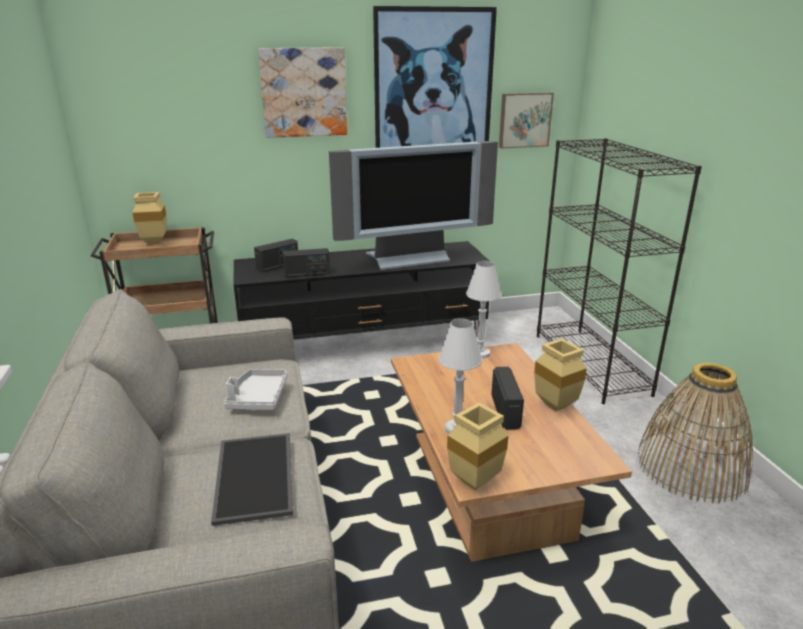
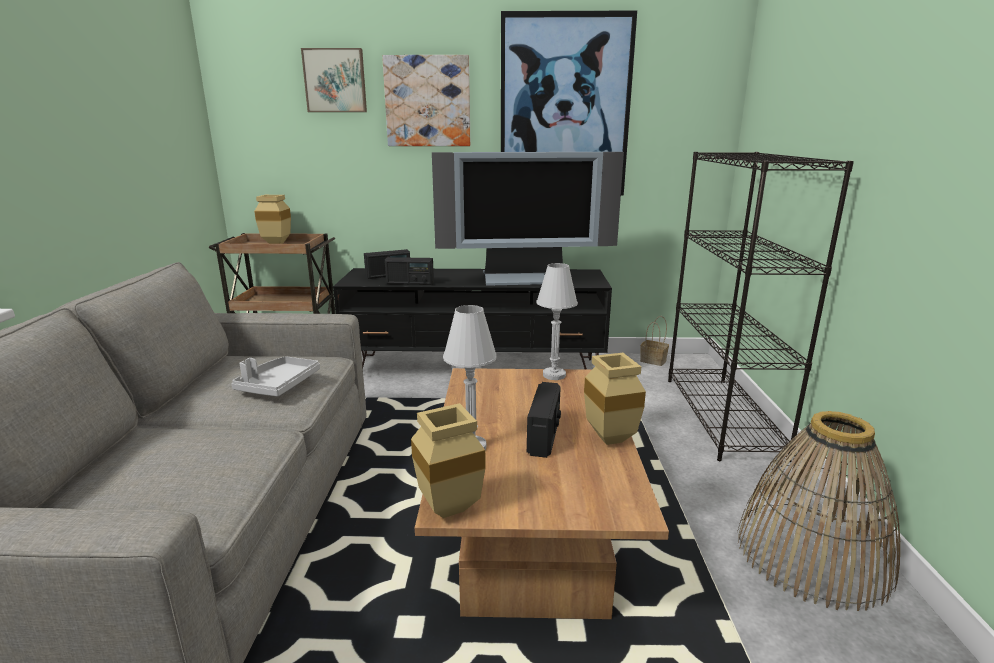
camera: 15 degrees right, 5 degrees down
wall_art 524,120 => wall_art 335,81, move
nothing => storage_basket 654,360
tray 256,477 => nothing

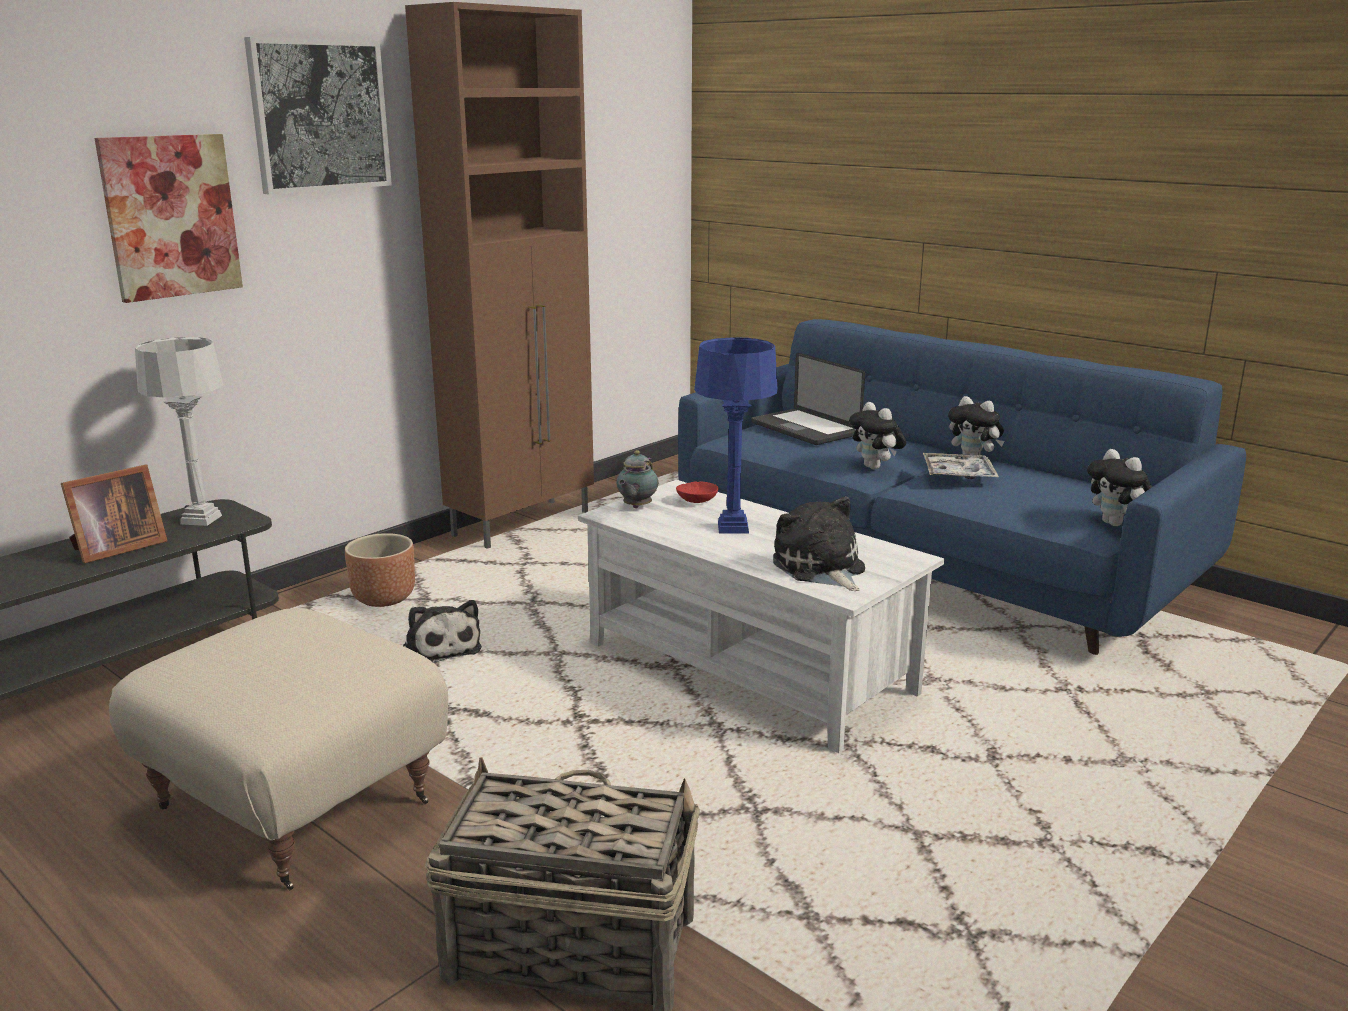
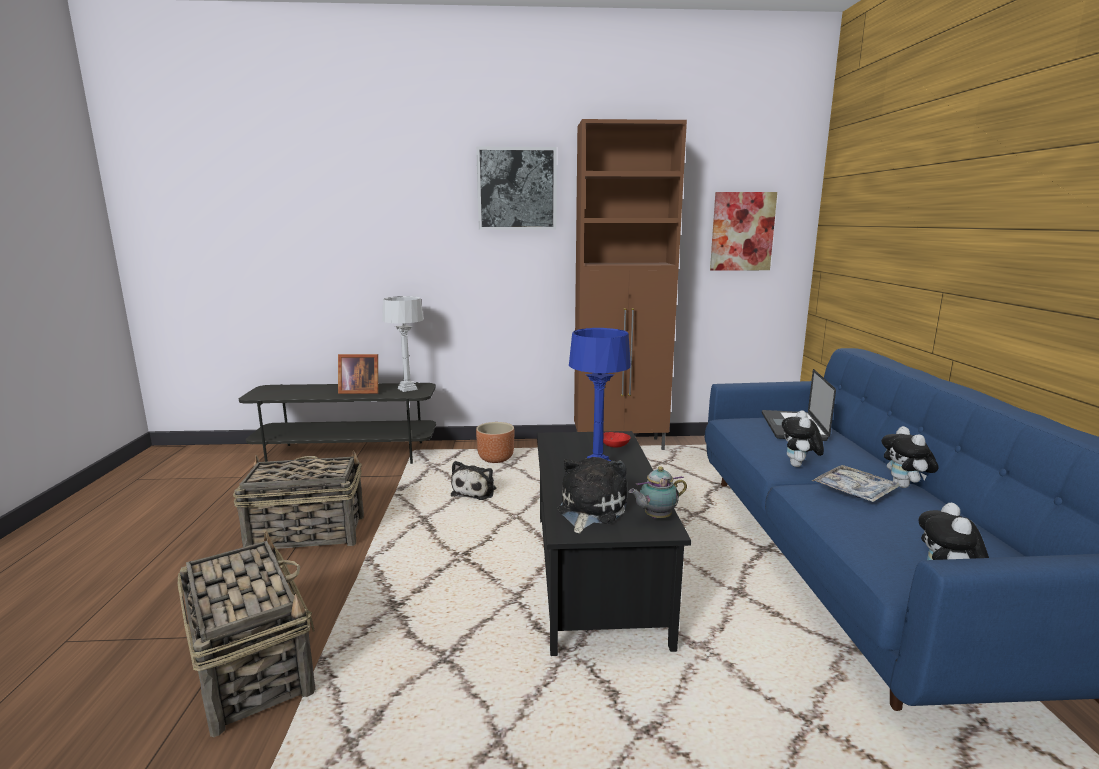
camera: 45 degrees right, 5 degrees down
sand-coloured_ottoman 295,805 => storage_basket 306,534
whitish_coffee_table 750,669 => black-coloured_coffee_table 597,575
tea_pot 636,507 => tea_pot 655,517, move
wall_art 171,216 => wall_art 742,231, move

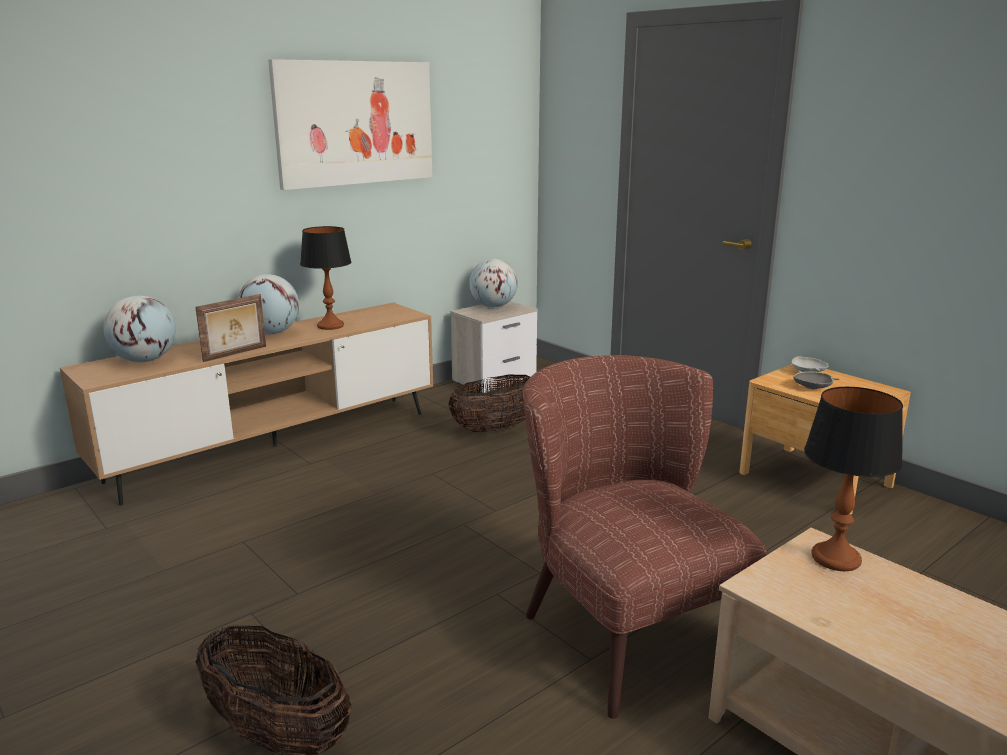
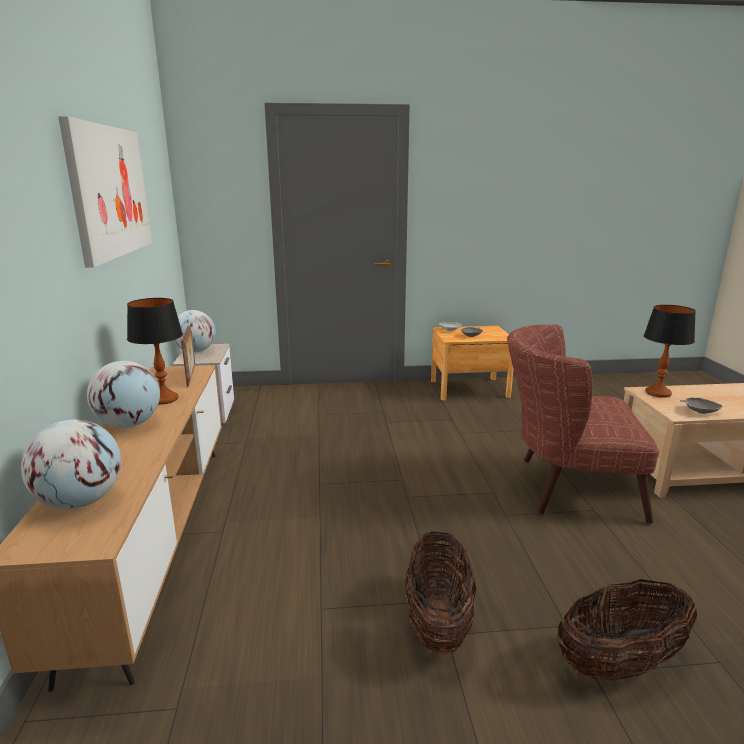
camera: 55 degrees left, 0 degrees up
standing_frame 236,354 => standing_frame 191,376, move
storage_basket 496,428 => storage_basket 438,622, move
nothing => grey_deep_dish 699,411

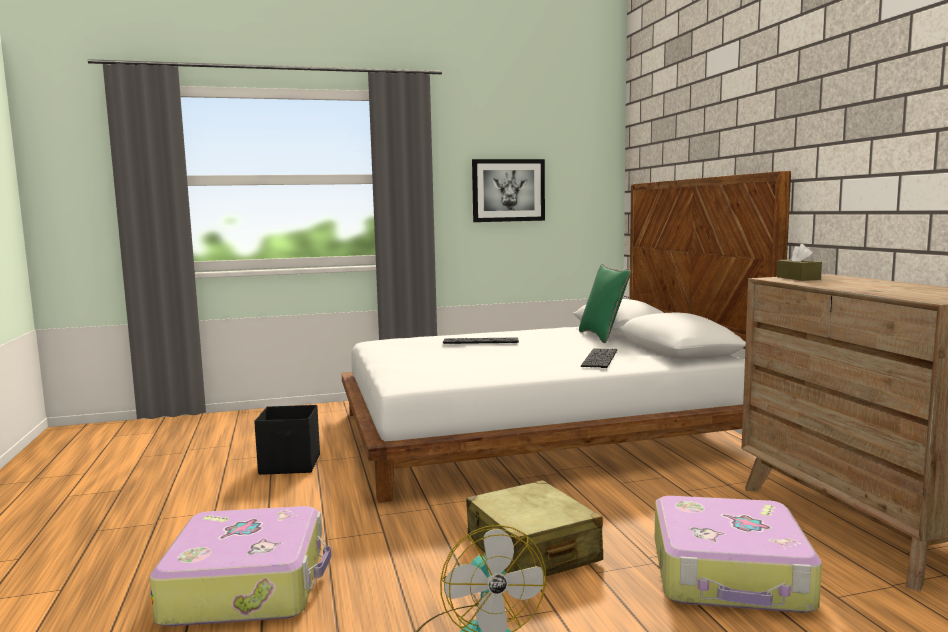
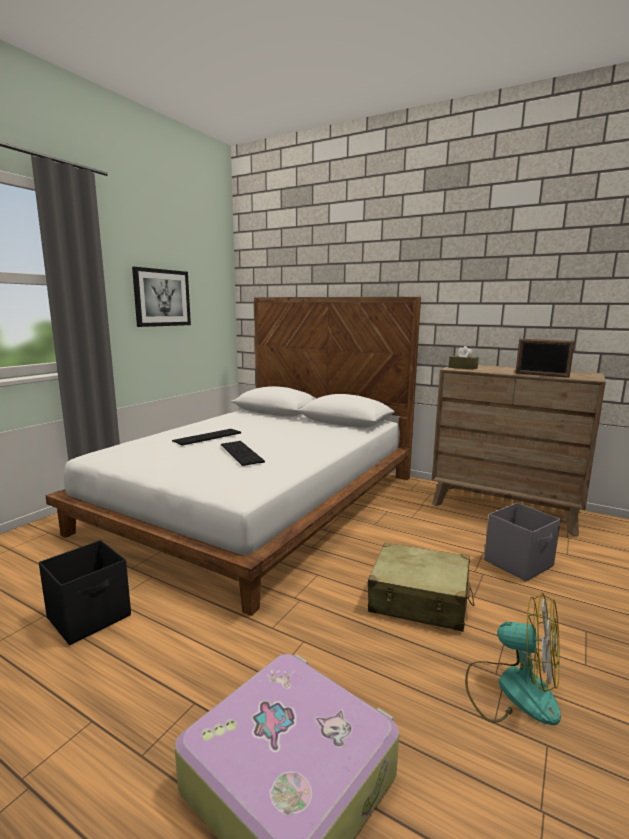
camera: 45 degrees left, 5 degrees up
keyboard 601,358 => keyboard 243,453, move
piece_of_luggage 730,574 => grey_storage_bin 519,563
nothing => standing_frame 541,375
greenish_cushion 603,336 => nothing

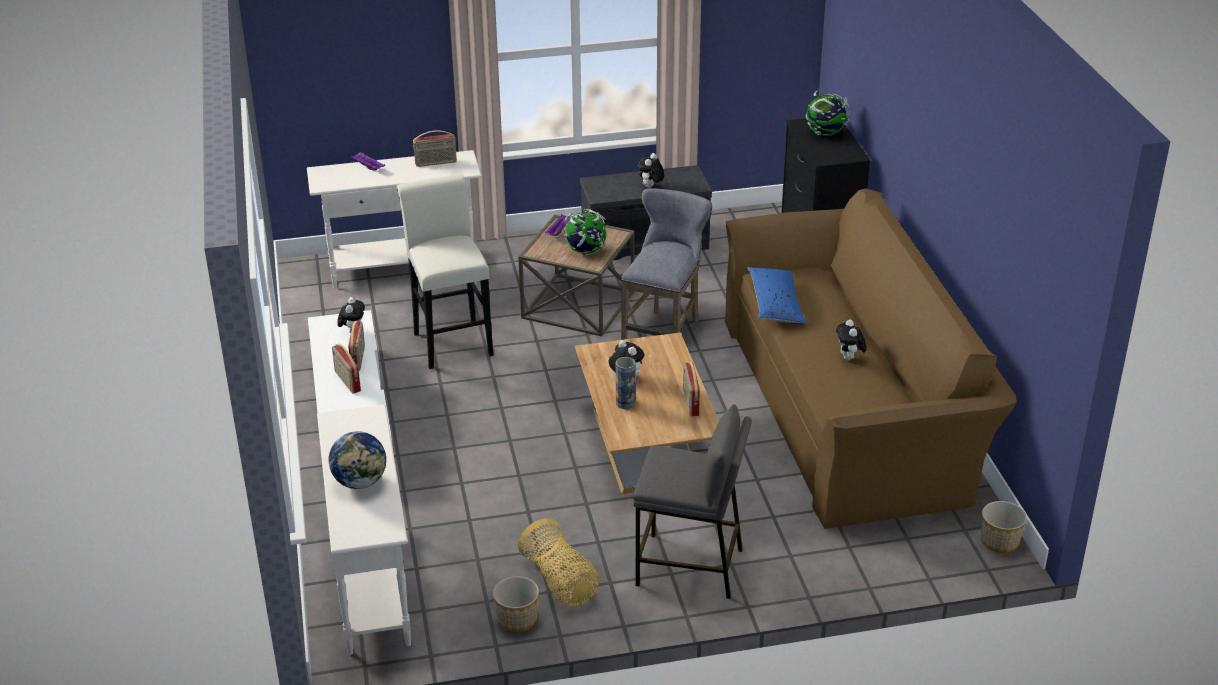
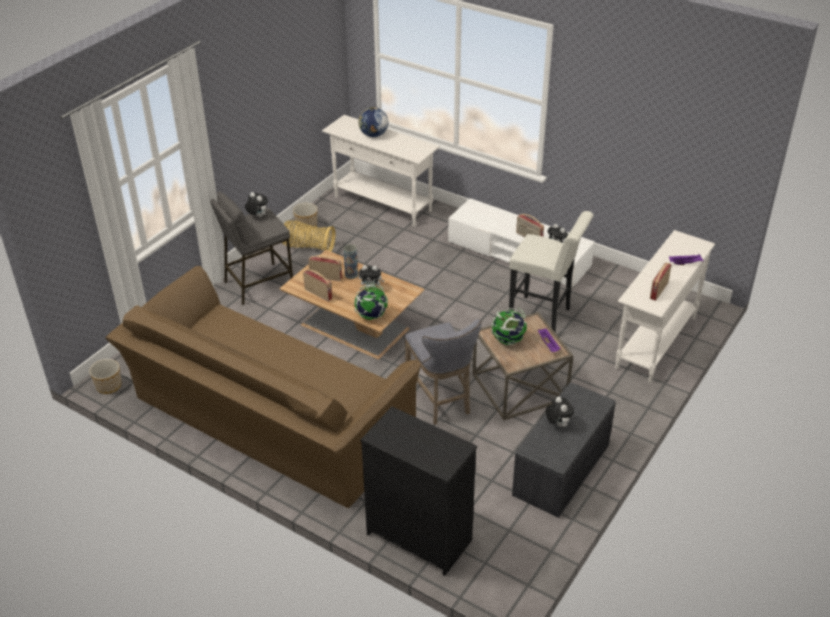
camera: 135 degrees right, 5 degrees up
soft_toy 849,358 => soft_toy 257,216, move
radio_set 347,381 => radio_set 326,277, move
desk_globe 825,134 => desk_globe 371,316, move
blue-coloured_cushion 775,304 => nothing

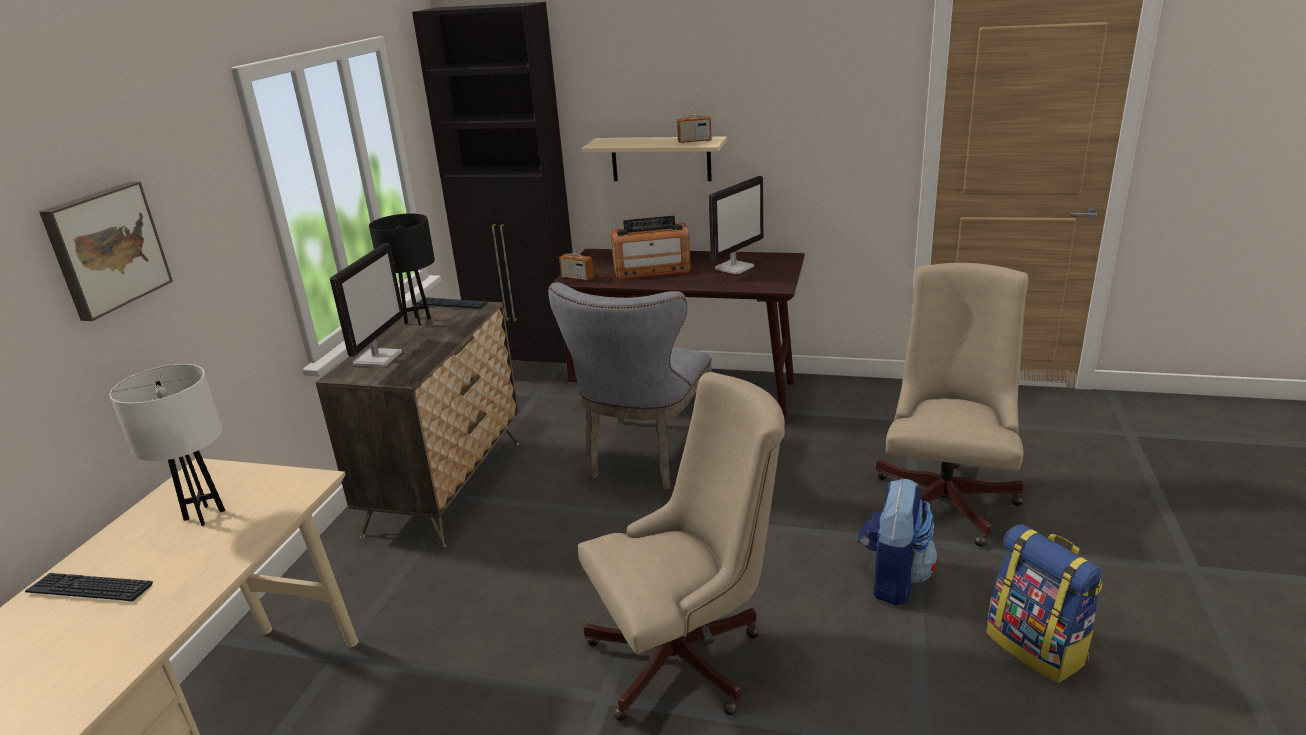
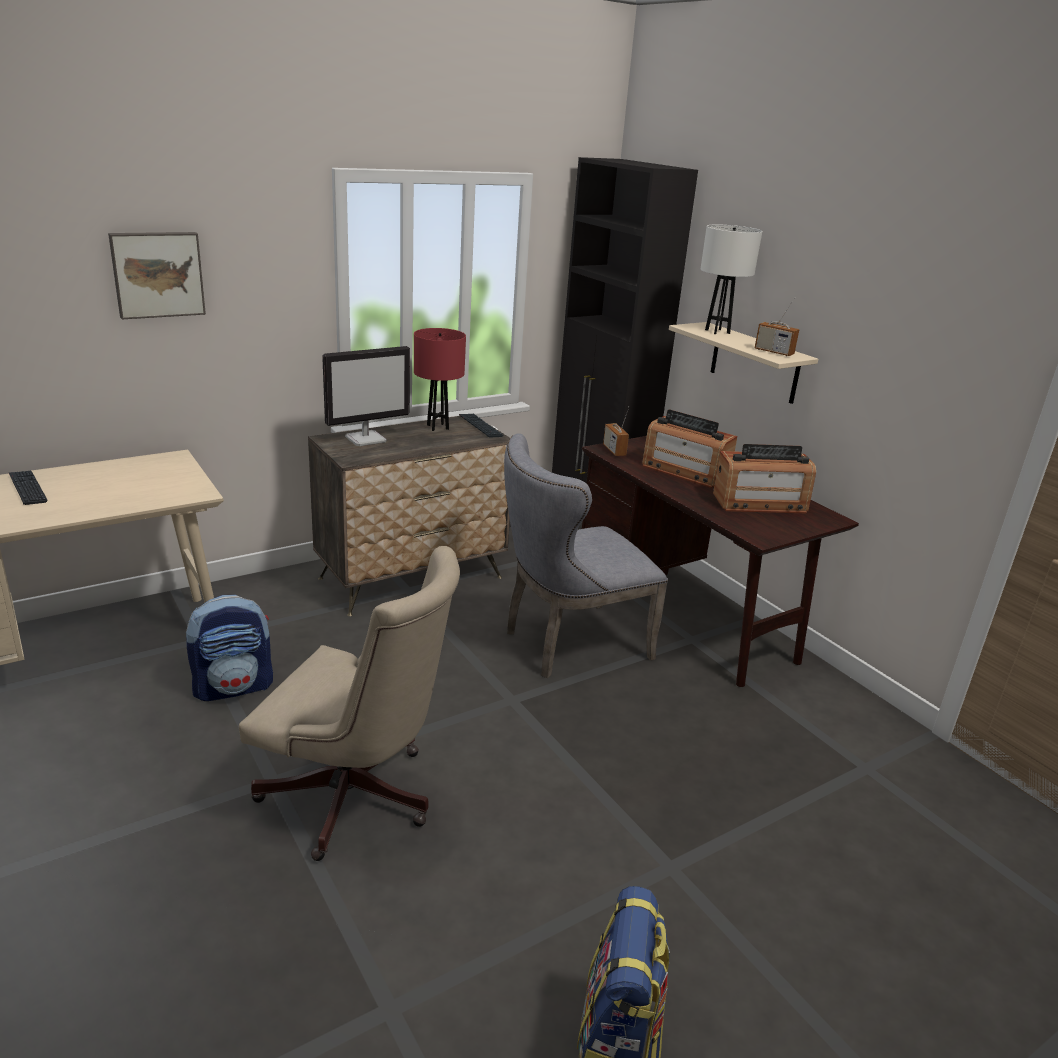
camera: 40 degrees right, 0 degrees up
knapsack 893,578 => knapsack 234,687, move
black-coloured_table_lamp 418,321 => red_table_lamp 438,427
whitish_table_lamp 204,515 => whitish_table_lamp 717,331, move
computer_display 734,267 => radio_set 759,503
sand-coloured_computer_chair 947,497 => nothing

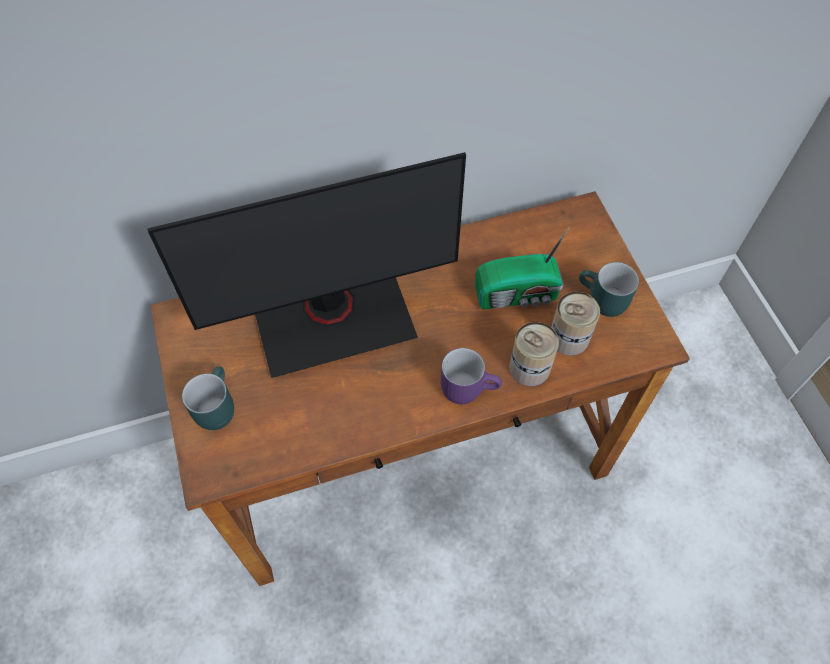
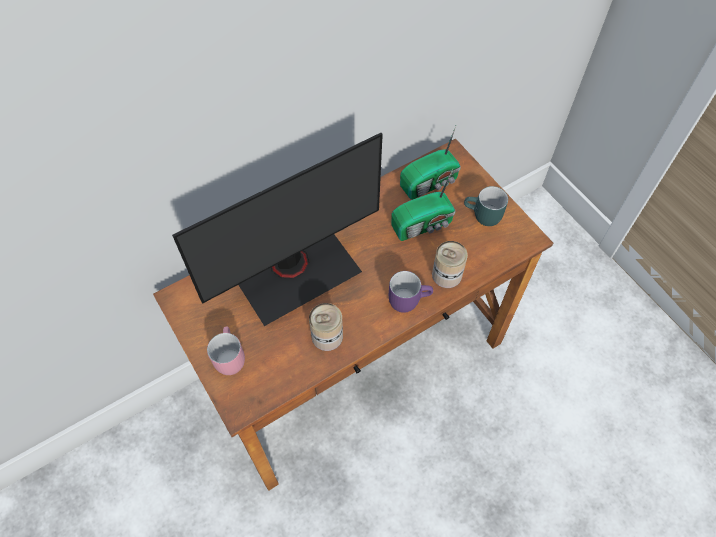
camera: 15 degrees left, 0 degrees up
turquoise-coloured_coffee_mug 214,406 => pinkish_coffee_mug 227,357
can 569,338 => can 327,336, move
nothing => radio_set 431,183

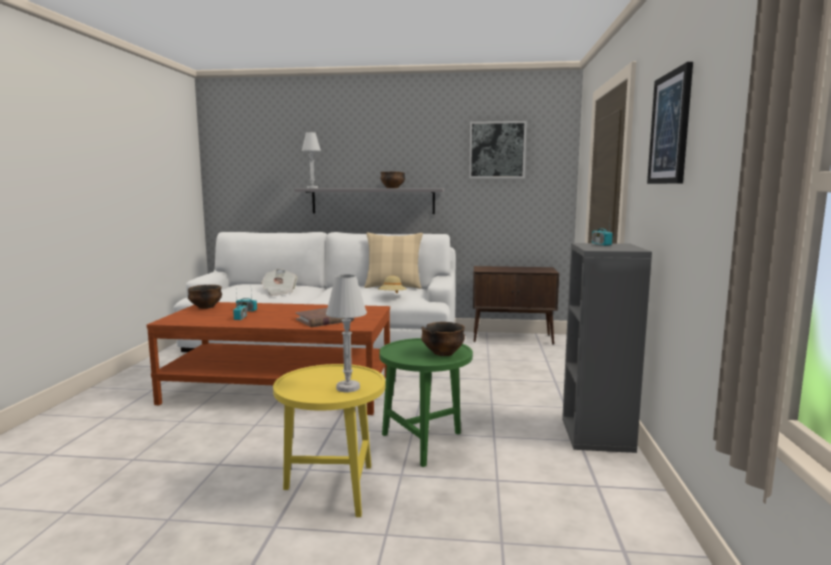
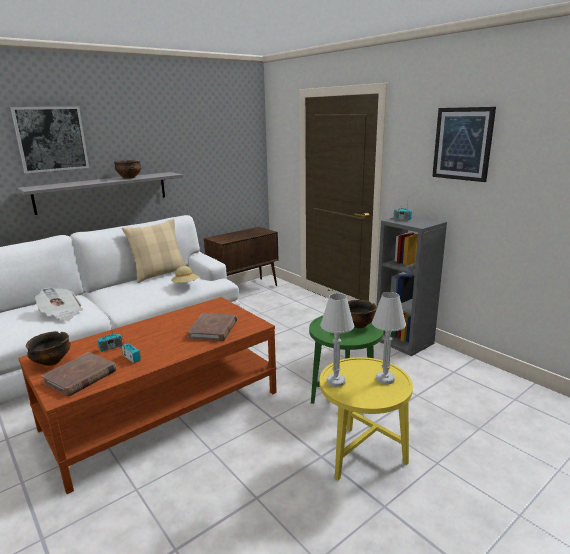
camera: 45 degrees left, 10 degrees up
wall_art 497,150 => wall_art 51,139, move
nothing => brown-coloured_book 80,377
whitish_table_lamp 312,188 => whitish_table_lamp 336,381, move

